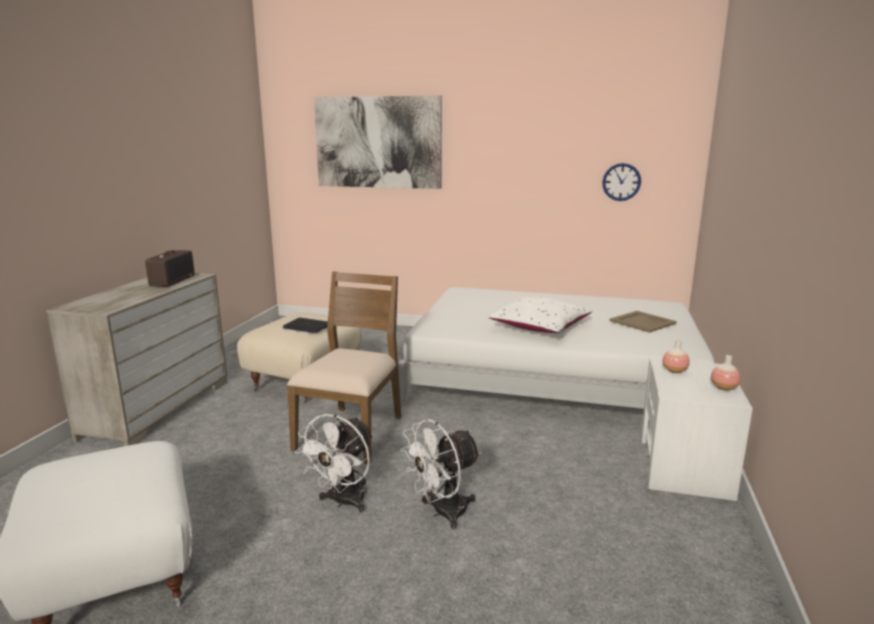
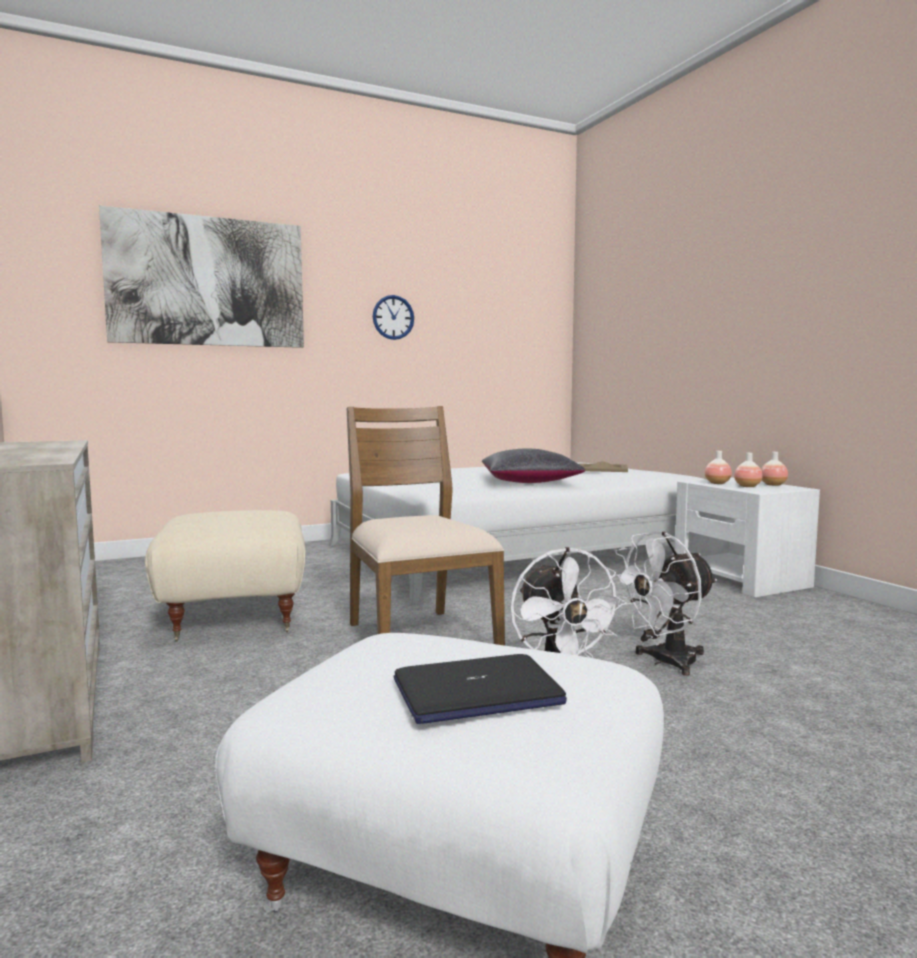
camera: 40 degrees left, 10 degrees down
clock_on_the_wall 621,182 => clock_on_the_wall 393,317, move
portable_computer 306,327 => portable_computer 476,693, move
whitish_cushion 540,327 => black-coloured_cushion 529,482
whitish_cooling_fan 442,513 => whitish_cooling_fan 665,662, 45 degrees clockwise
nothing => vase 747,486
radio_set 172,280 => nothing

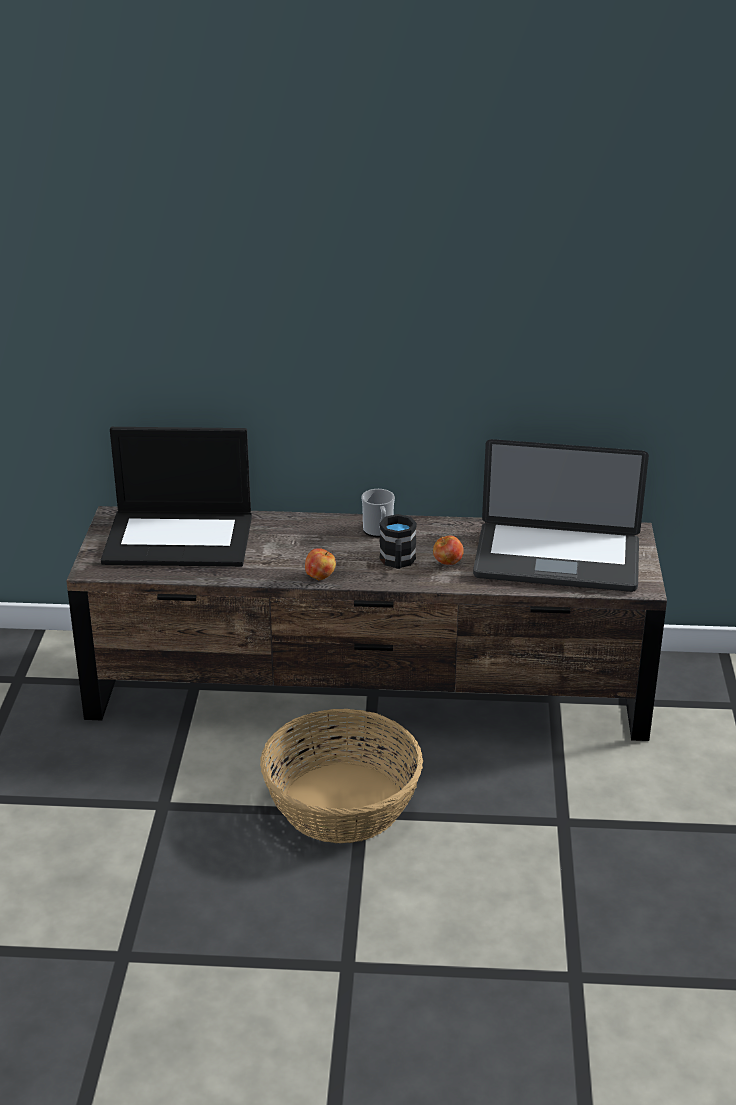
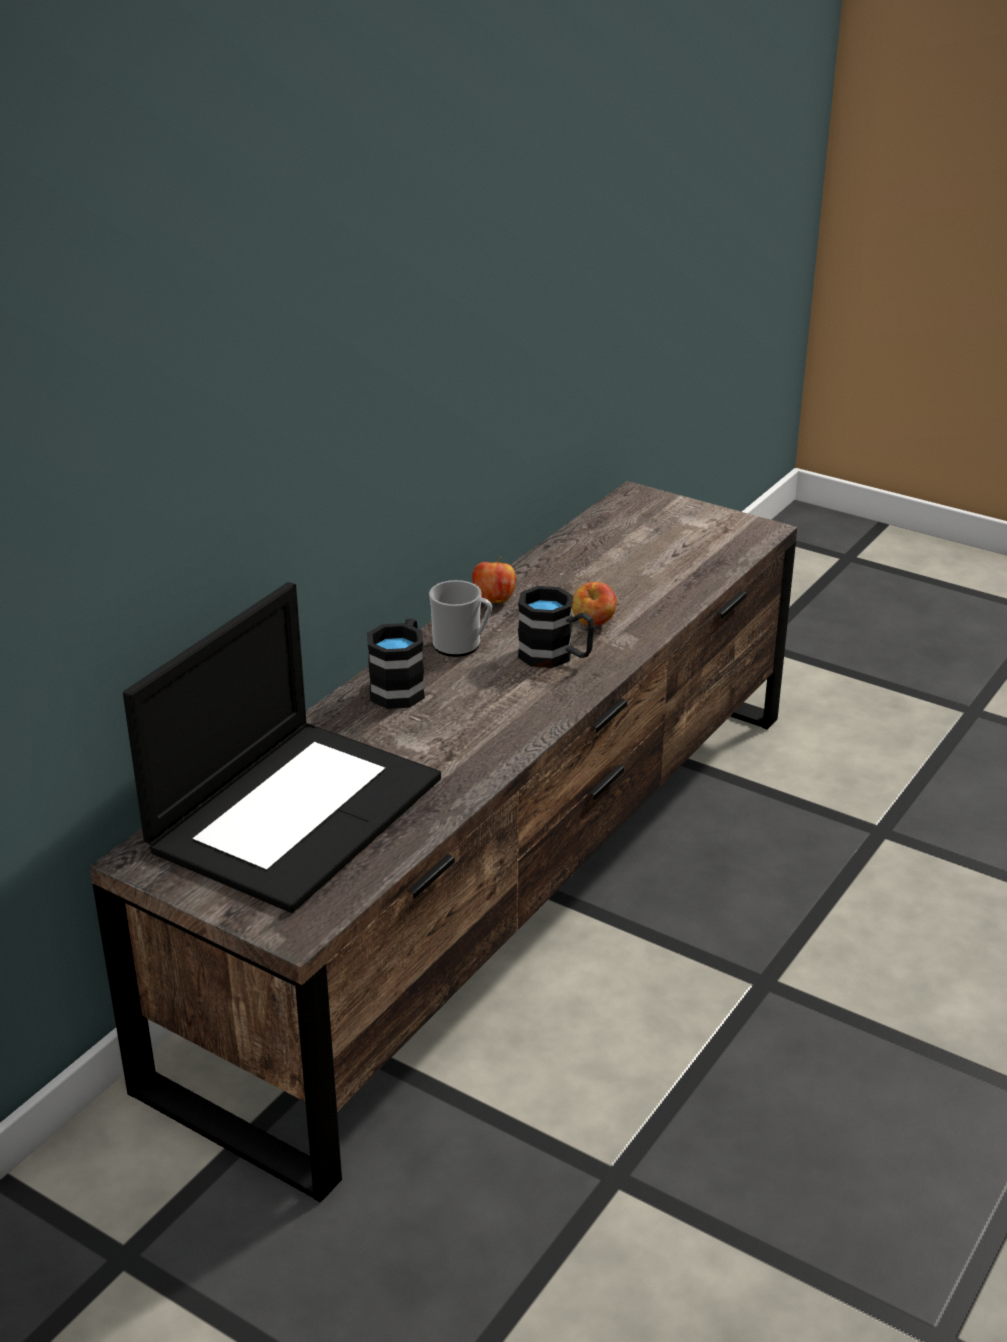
camera: 60 degrees left, 0 degrees up
nothing => black-coloured_coffee_mug 401,686
apple_fruit 320,577 => apple_fruit 494,600, move
storage_basket 343,802 => nothing
portable_computer 557,560 => nothing

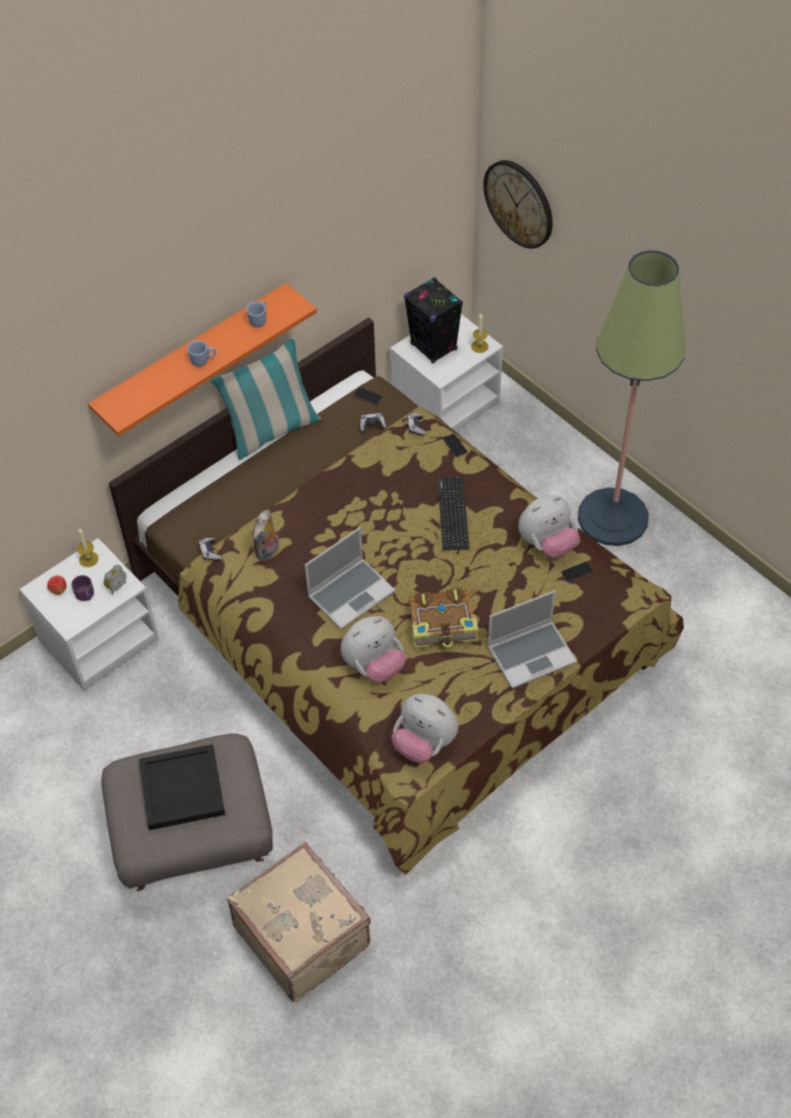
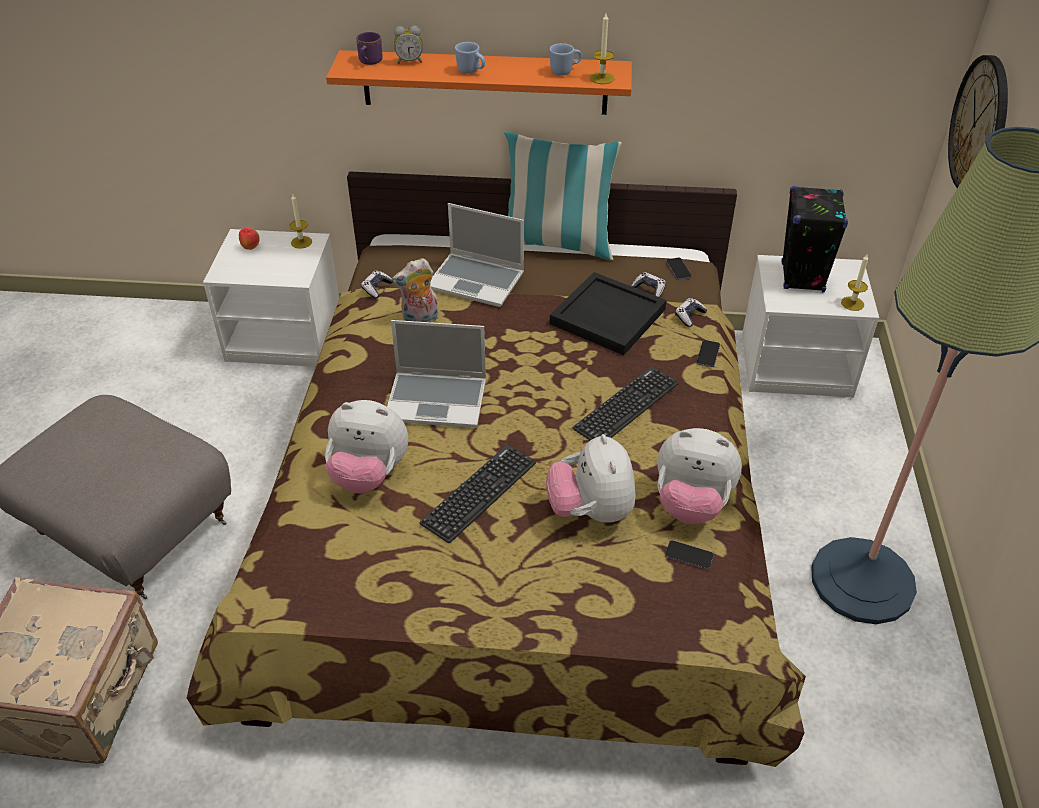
camera: 45 degrees right, 10 degrees down
purplish_coffee_mug 86,596 => purplish_coffee_mug 369,62, move
alarm_clock 116,586 => alarm_clock 409,61, move
book 443,626 => keyboard 479,493
portable_computer 531,654 => portable_computer 477,281, move
soft_toy 424,743 => soft_toy 590,511, move
black-coloured_tray 181,789 => black-coloured_tray 606,316, move
nothing => wax_candle 602,78

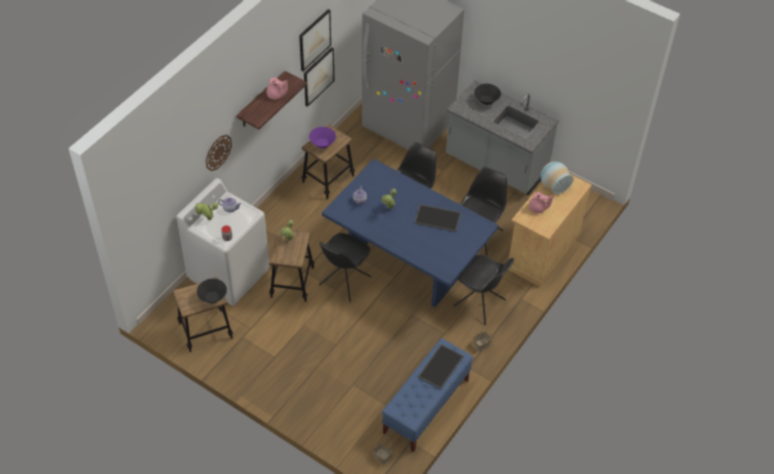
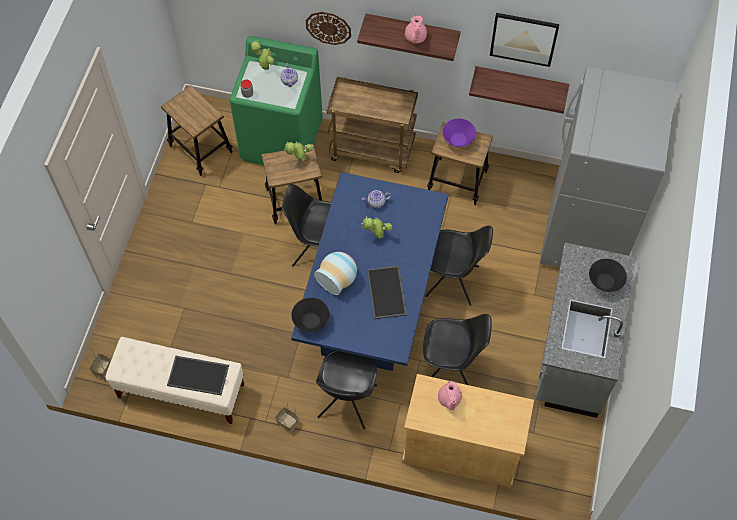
camera: 70 degrees right, 10 degrees up
blue-coloured_bench 426,407 => sand-coloured_bench 181,391
whitish_laundry_appliance 229,273 => greenish_laundry_appliance 282,140
black-coloured_deep_dish 213,297 => black-coloured_deep_dish 311,321, move
vase 553,185 => vase 338,279, move
nothing => brown-coloured_trolley 373,150
wall_art 318,76 => shelf 520,83

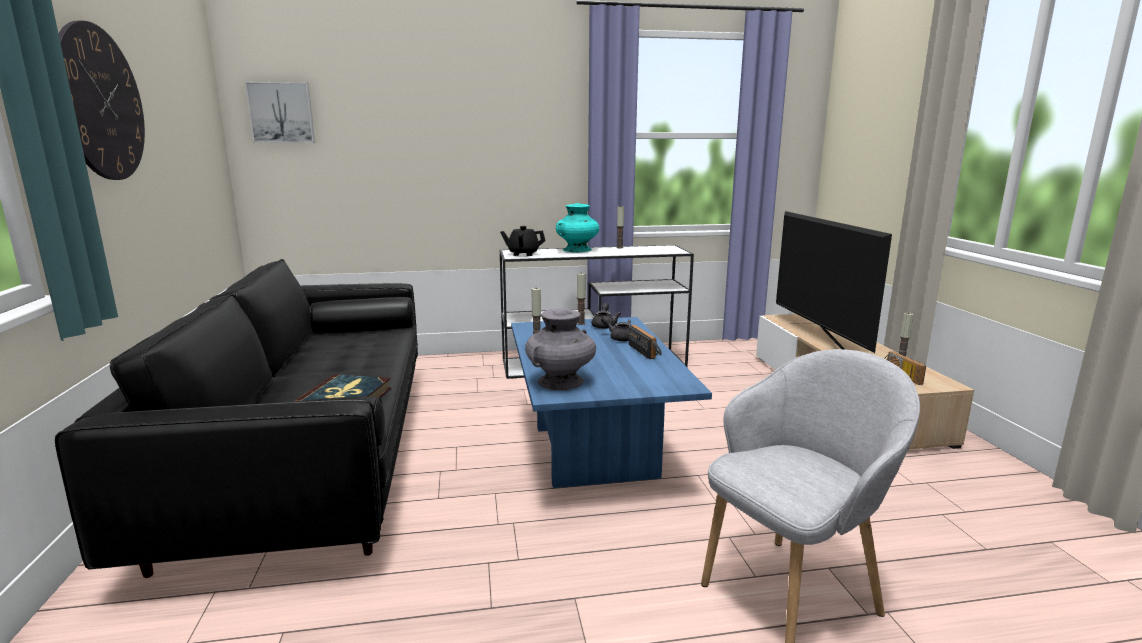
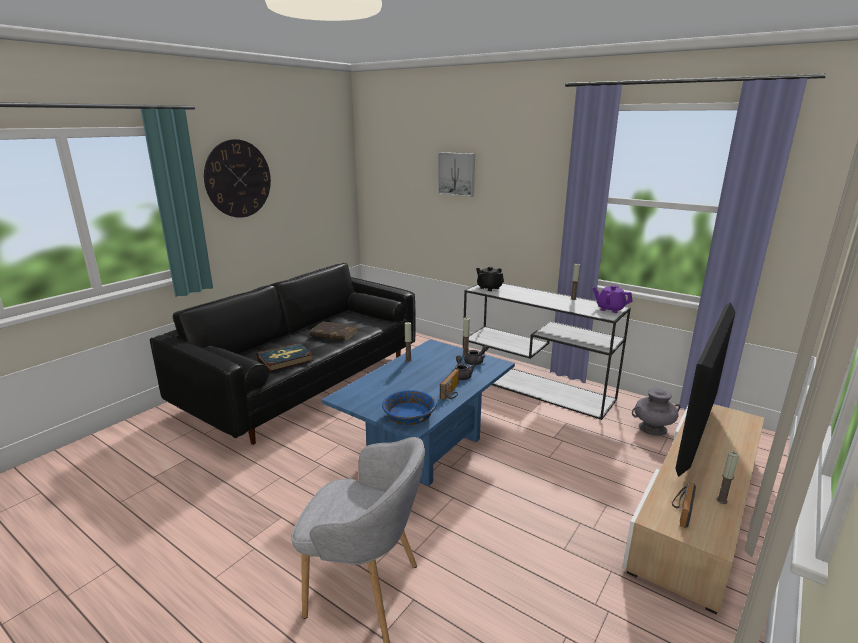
camera: 45 degrees right, 5 degrees up
nothing => brown-coloured_book 333,334
nothing => blue-coloured_deep_dish 409,416
wall_art 281,113 => wall_art 457,174, move
nothing => purplish_tea_pot 610,309
grey_vase 560,381 => grey_vase 652,428, move
turquoise-coloured_vase 577,250 => nothing

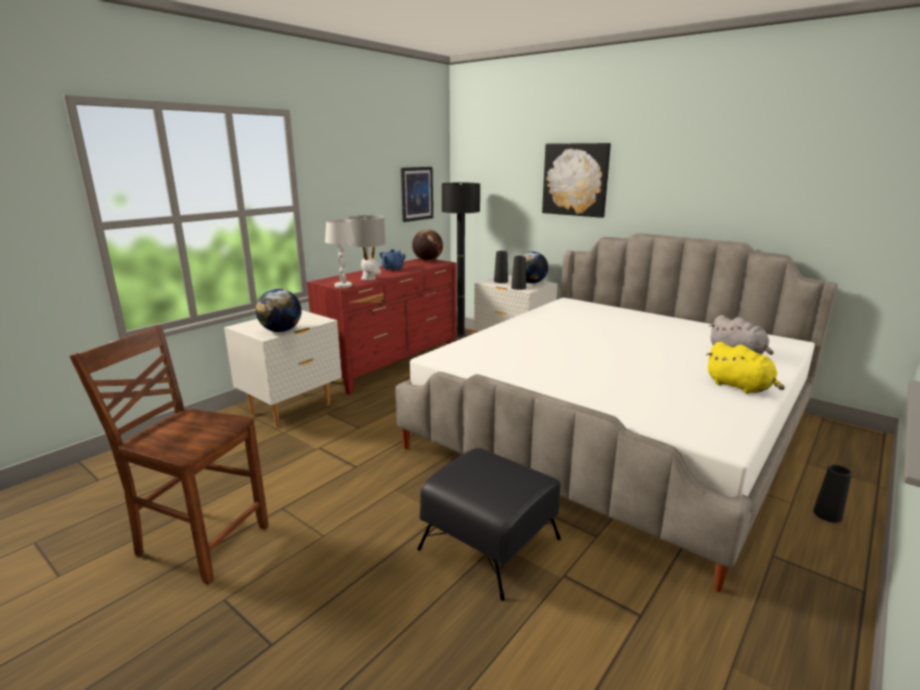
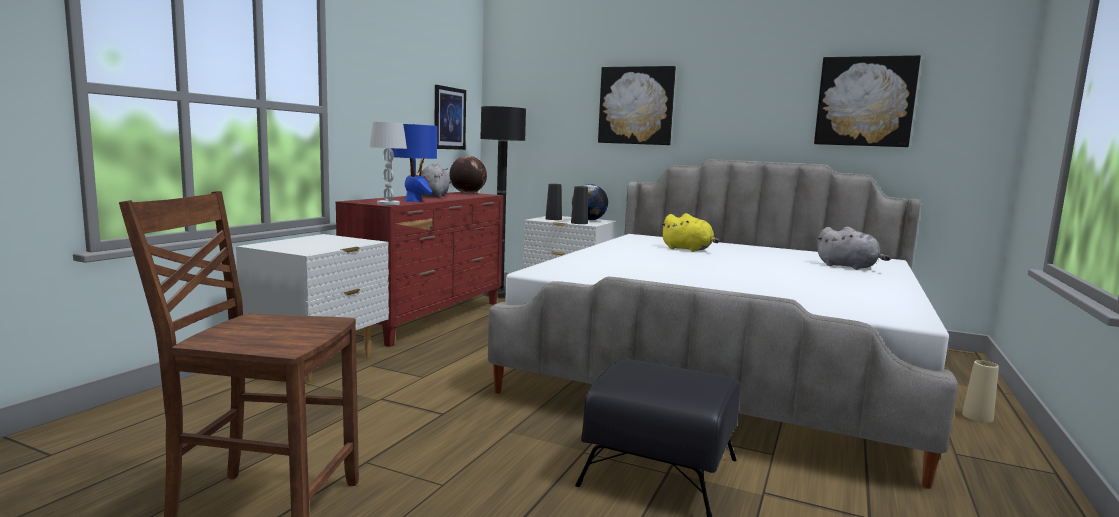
camera: 15 degrees left, 10 degrees down
grey_table_lamp 369,278 => blue-coloured_table_lamp 413,201
blue-coloured_tea_pot 392,269 => grey_soft_toy 433,196
yellow_soft_toy 740,387 => yellow_soft_toy 688,249, move
nothing => wall_art 865,101
black-coloured_vase 827,514 => sand-coloured_vase 977,417
desk_globe 281,331 => nothing

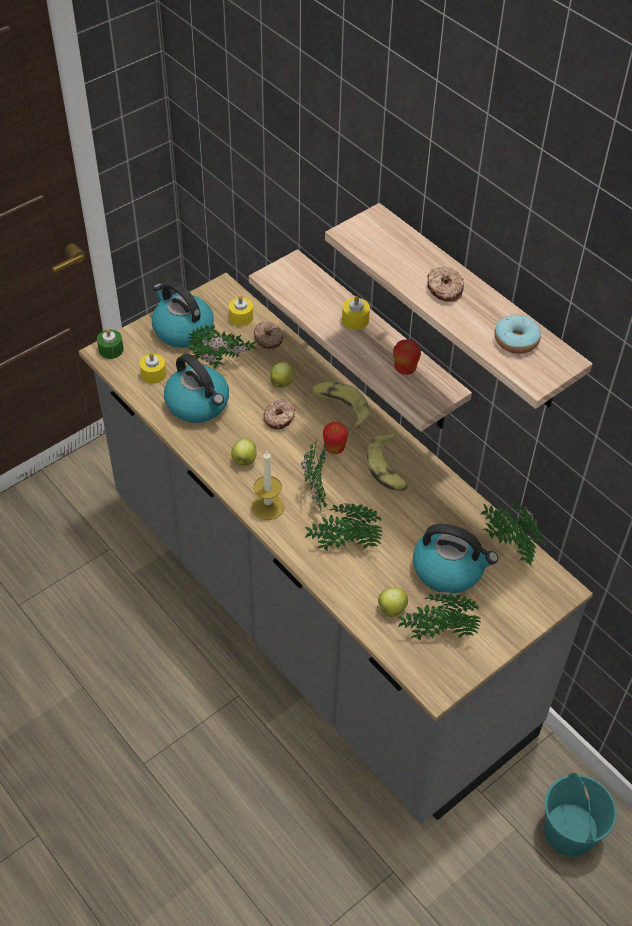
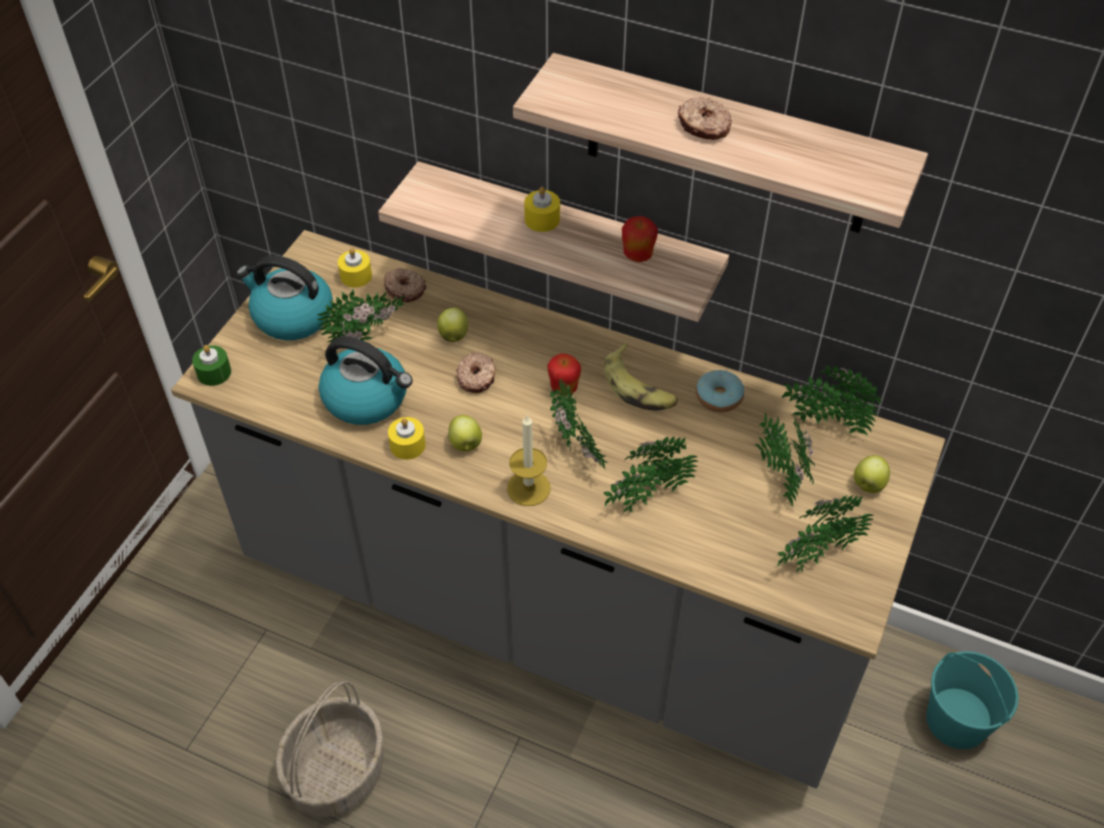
camera: 25 degrees left, 0 degrees up
nothing => storage_basket 336,771
yellow_wax_candle 153,374 => yellow_wax_candle 407,445, move
ring_doughnut 516,340 => ring_doughnut 719,397, move
water_kettle 449,569 => potted_plant 780,476
apple_fruit 390,609 => apple_fruit 868,485, move
banana_fruit 340,407 => nothing

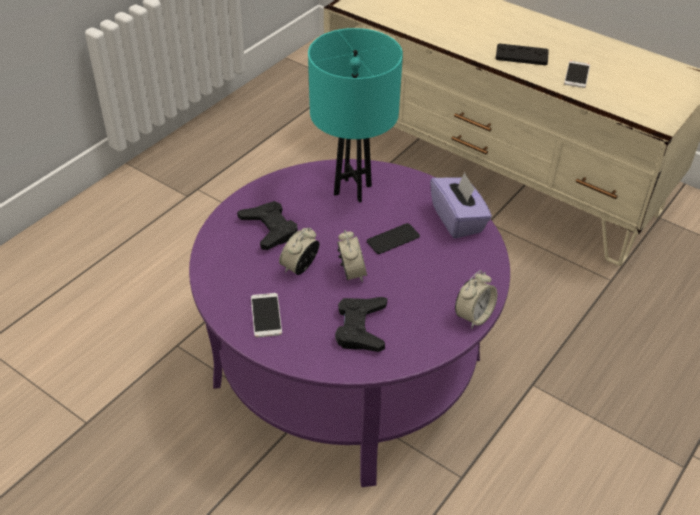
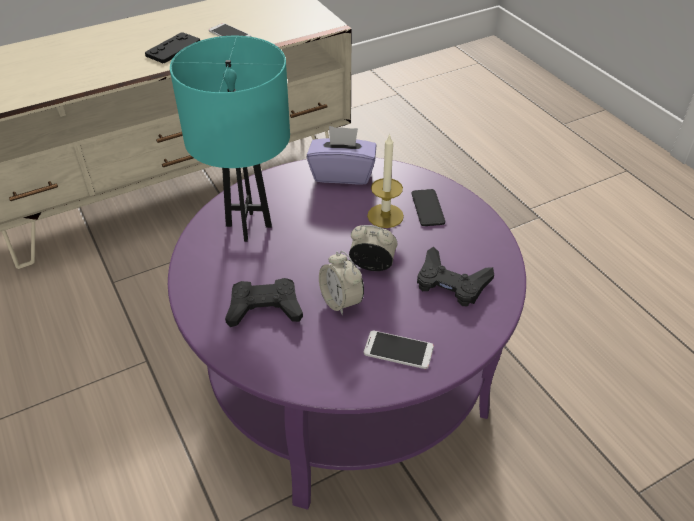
camera: 65 degrees left, 0 degrees up
nothing => wax_candle 385,216
phone 393,239 => phone 427,208, move
alarm_clock 473,316 => nothing

